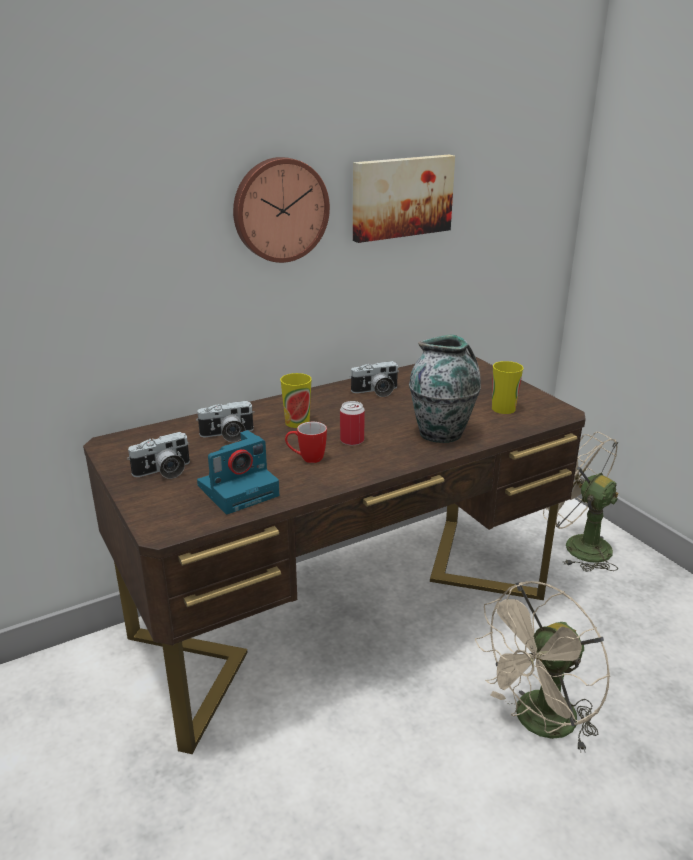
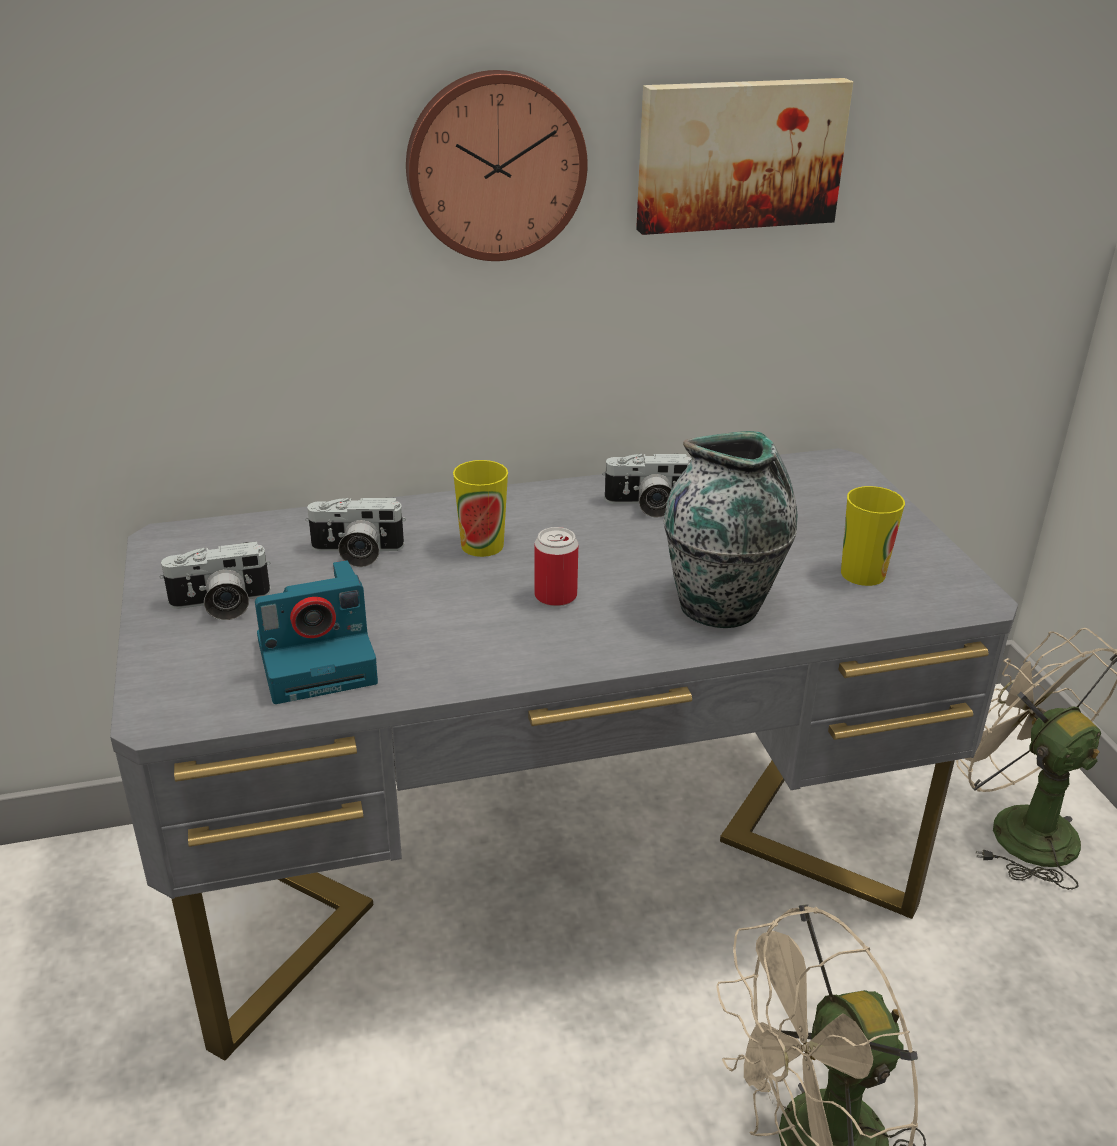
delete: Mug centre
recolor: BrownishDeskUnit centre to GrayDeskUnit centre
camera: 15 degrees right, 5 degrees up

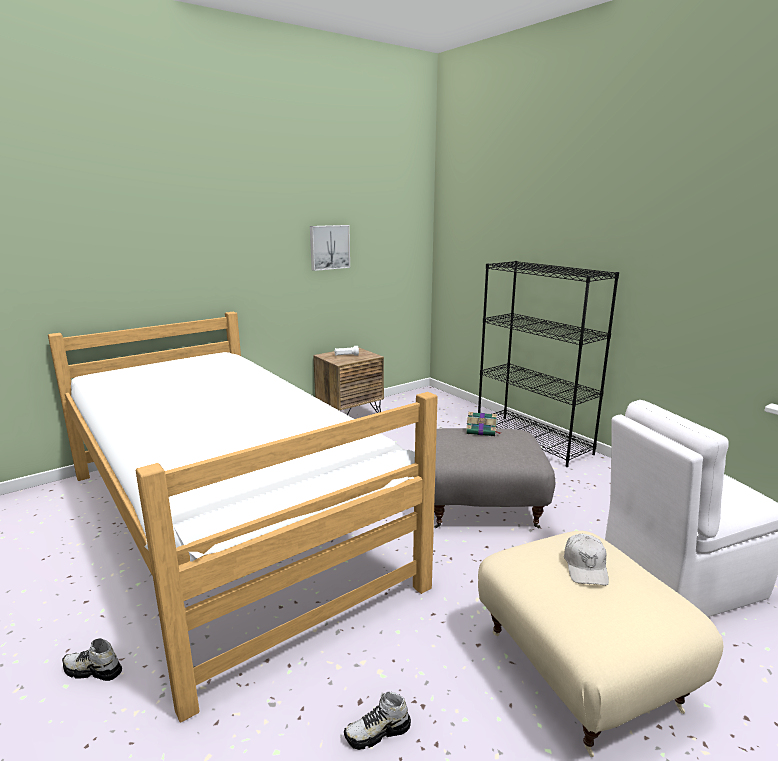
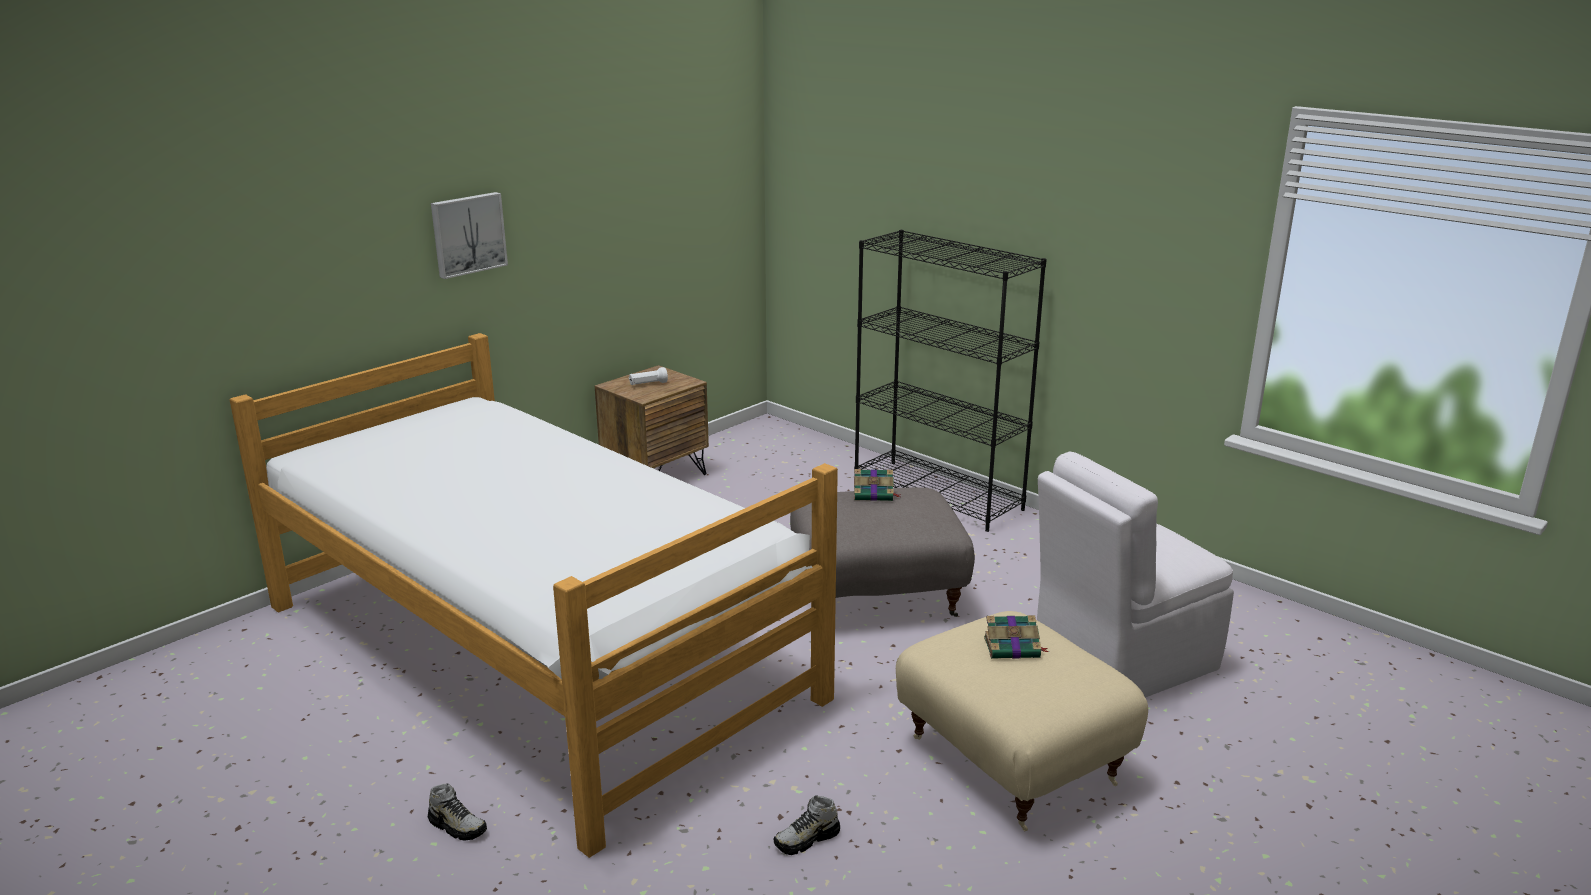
move: WallPicture top centre to top left
replace: WhiteColouredBaseballCap bottom right to Book (2nd from left) bottom centre
rotate: Shoe (1st from left) bottom left = bottom left 150 degrees counterclockwise
camera: 10 degrees left, 5 degrees up

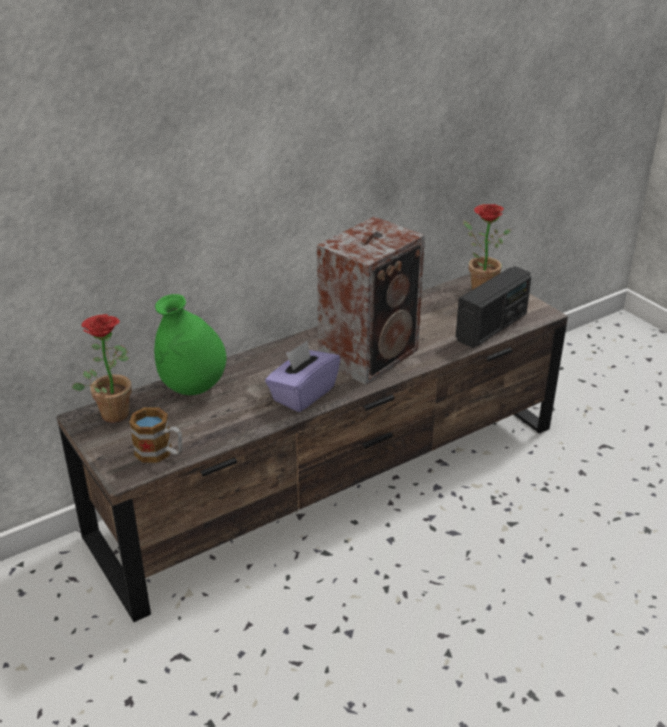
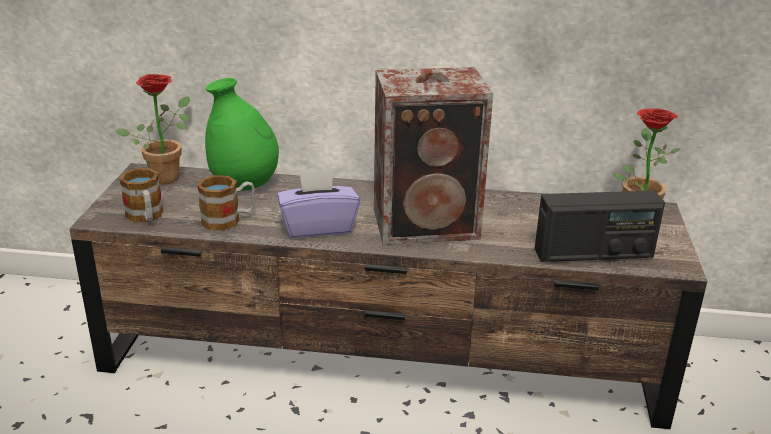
insert: Mug (2nd from left) middle left
camera: 40 degrees right, 5 degrees down

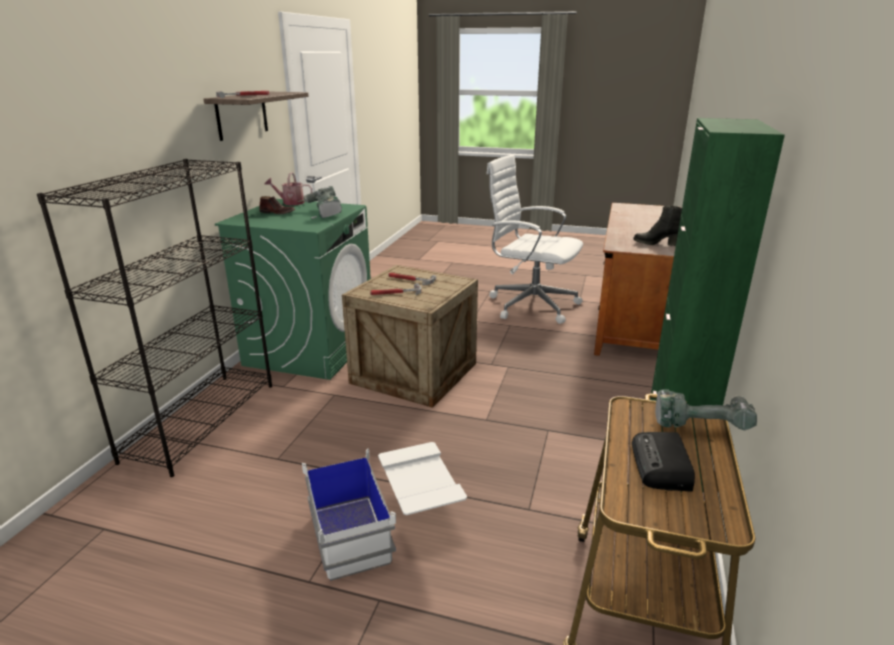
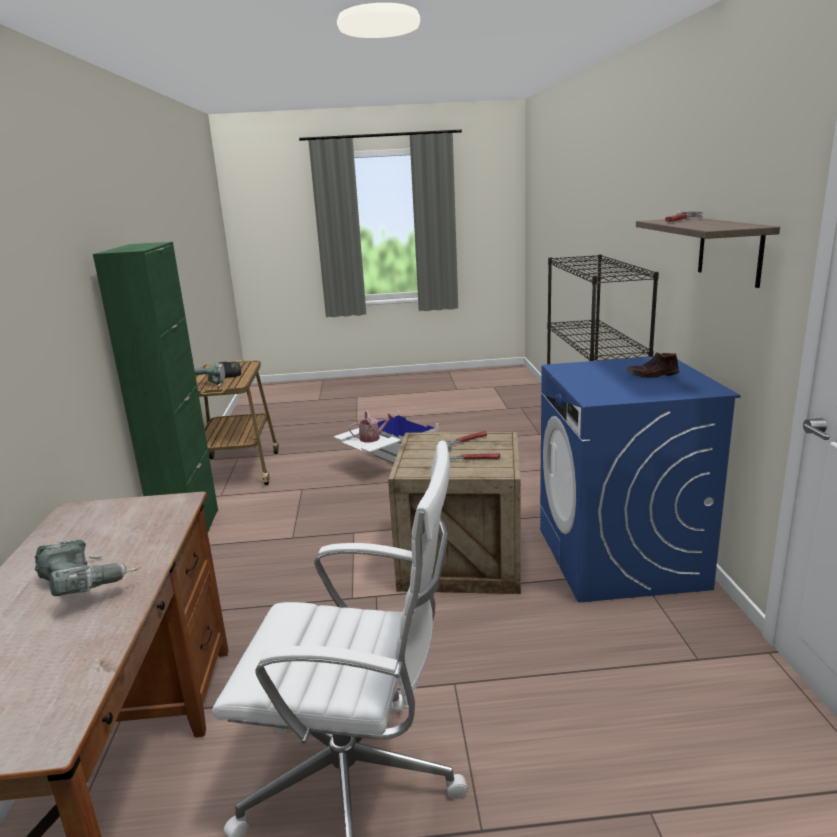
delete: BlackColouredHighTopBoot middle right
move: WateringCan top left to centre; PowerDrill (1st from left) top centre to bottom left
recolor: GreenWashingMachine middle left to BlueWashingMachine middle right
camera: 160 degrees right, 5 degrees down

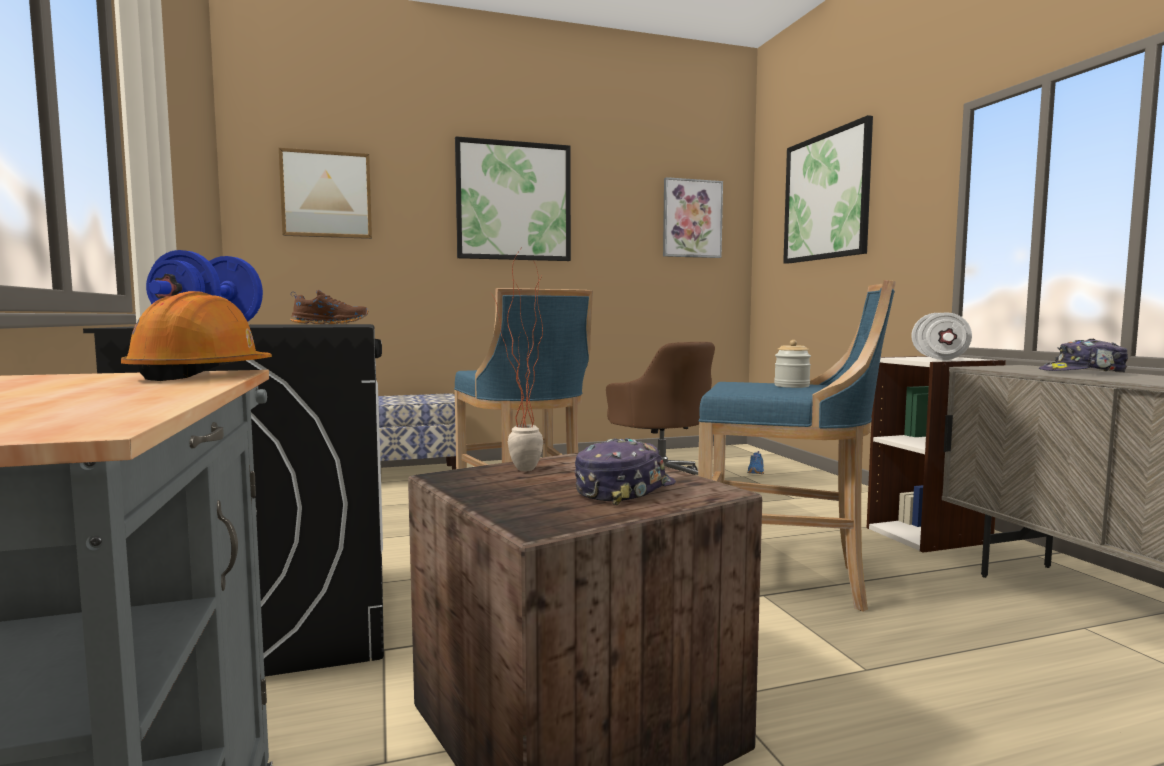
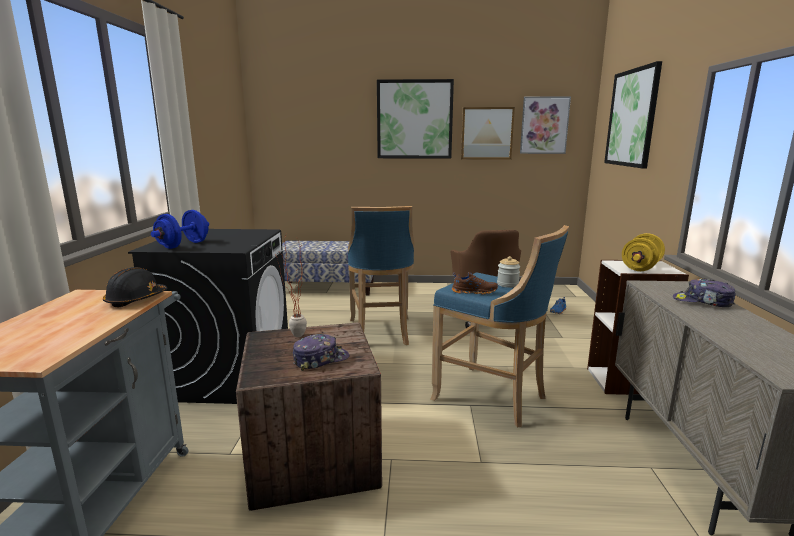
move: WallPicture (1st from left in the first image) top left to WallPicture (2nd from left) top centre; BrownishShoe middle left to centre
recolor: OrangeColouredHardHat middle left to BlackColouredHardHat middle left; WhiteColouredFreeWeight middle right to YellowishFreeWeight middle right
camera: 20 degrees right, 10 degrees up

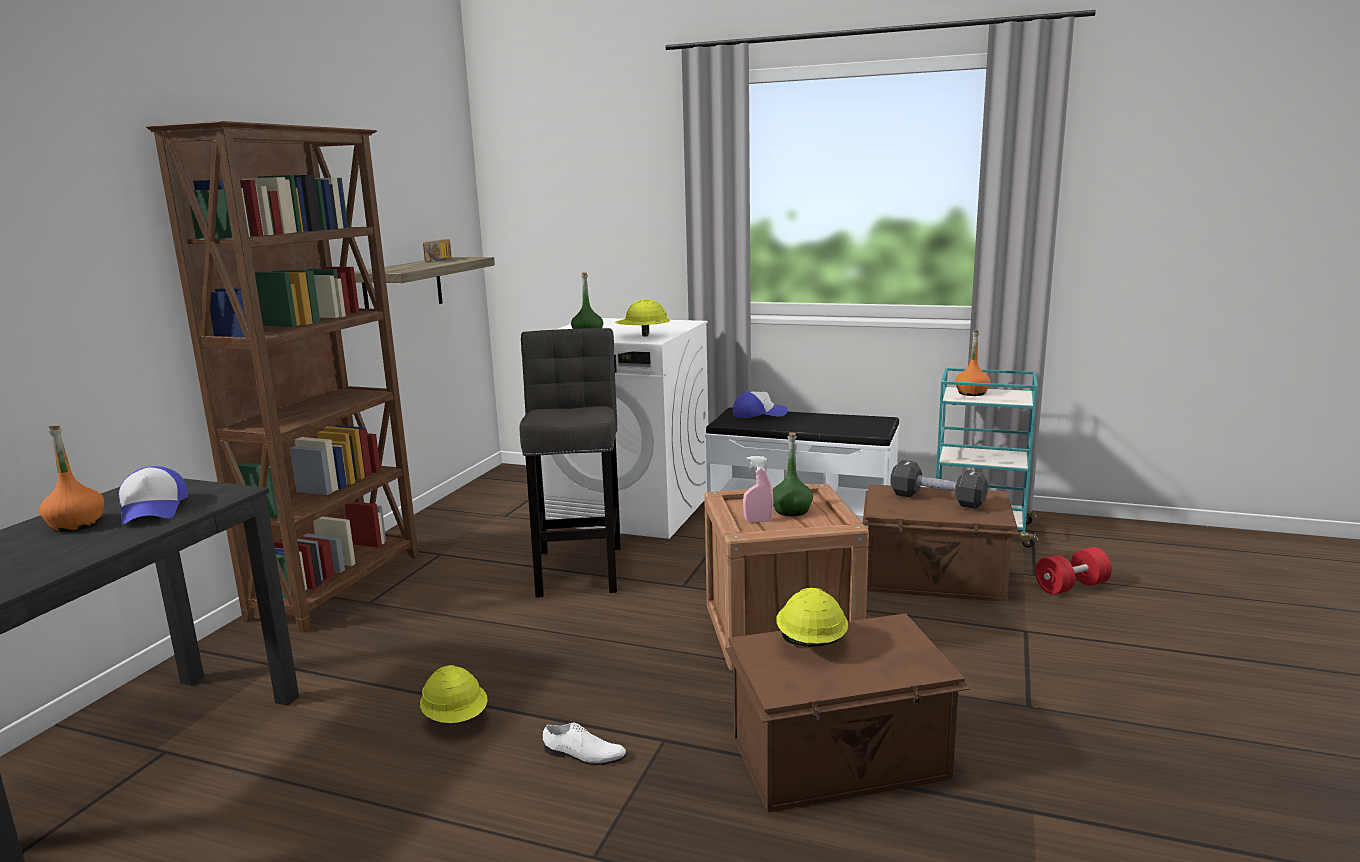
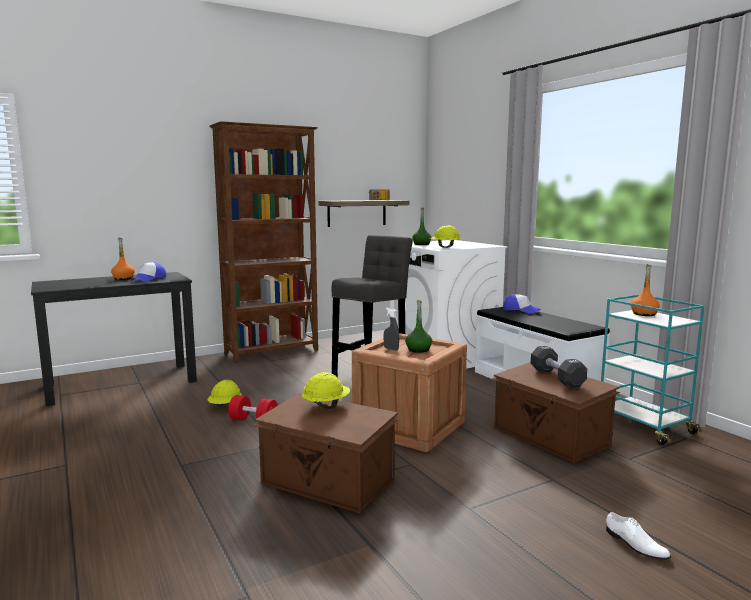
move: WhiteColouredShoe bottom centre to bottom right; RedColouredFreeWeight middle right to bottom centre
recolor: PinkishHandSprayer centre to GrayHandSprayer centre
camera: 40 degrees right, 5 degrees down

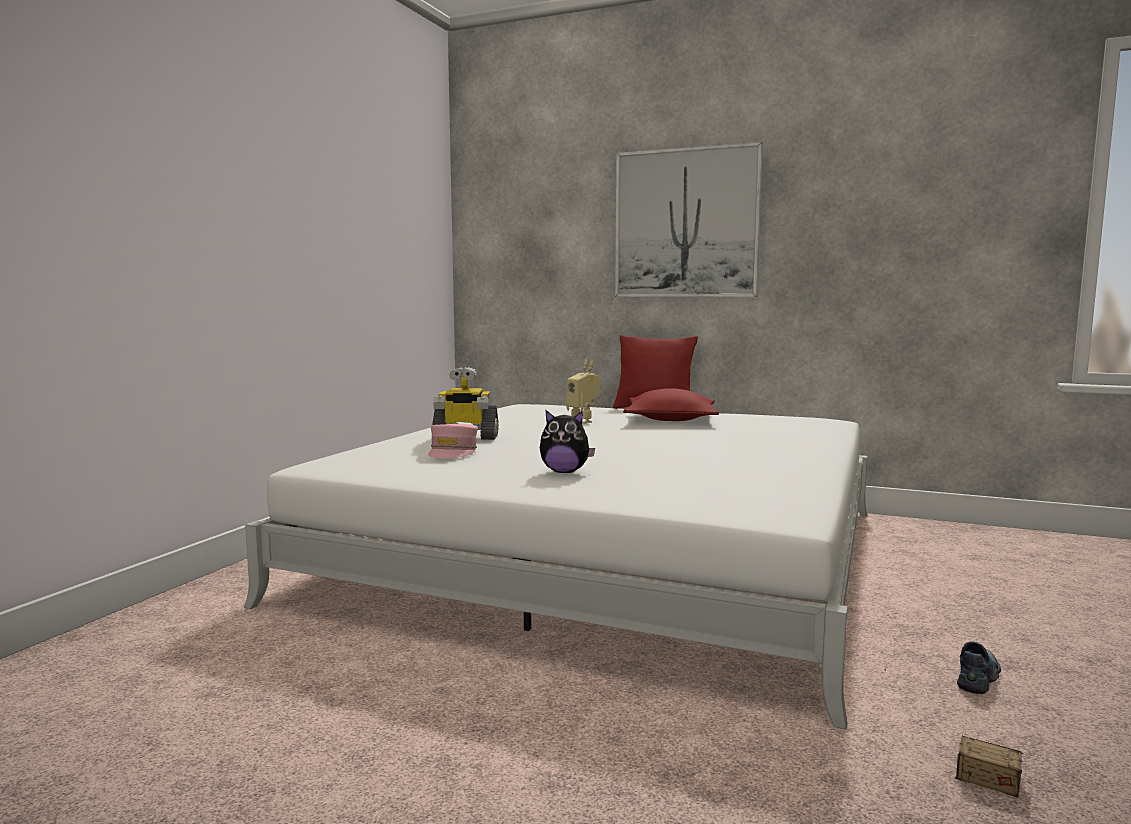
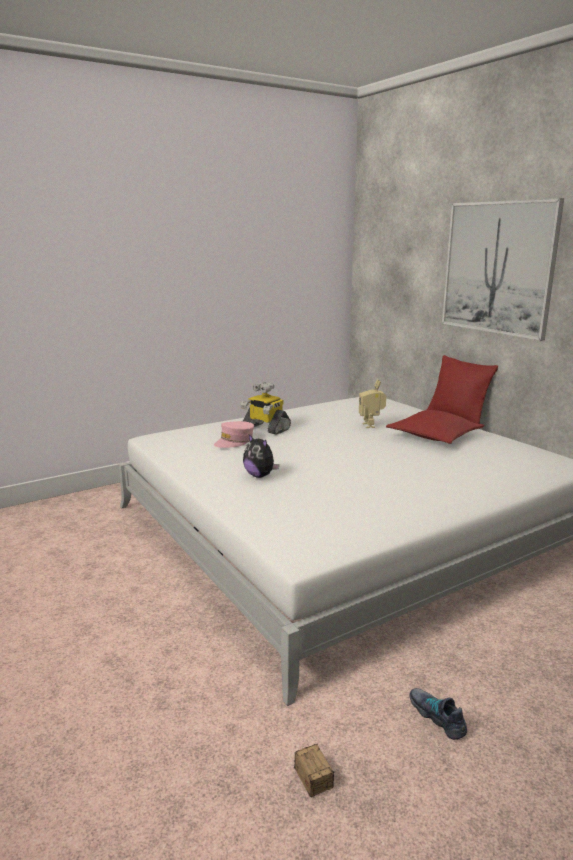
rotate: Shoe bottom right = bottom right 105 degrees counterclockwise
camera: 35 degrees right, 10 degrees up

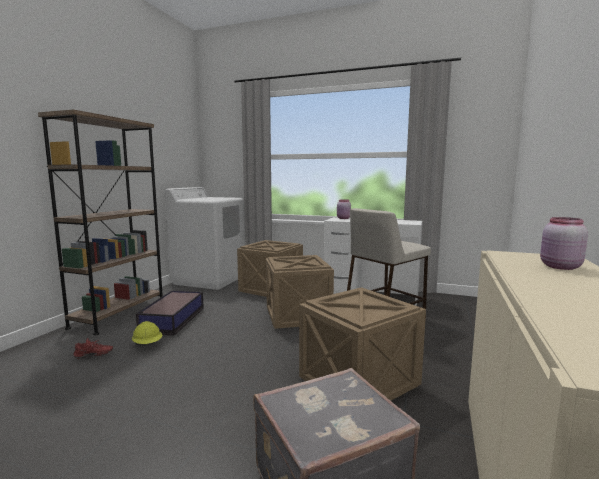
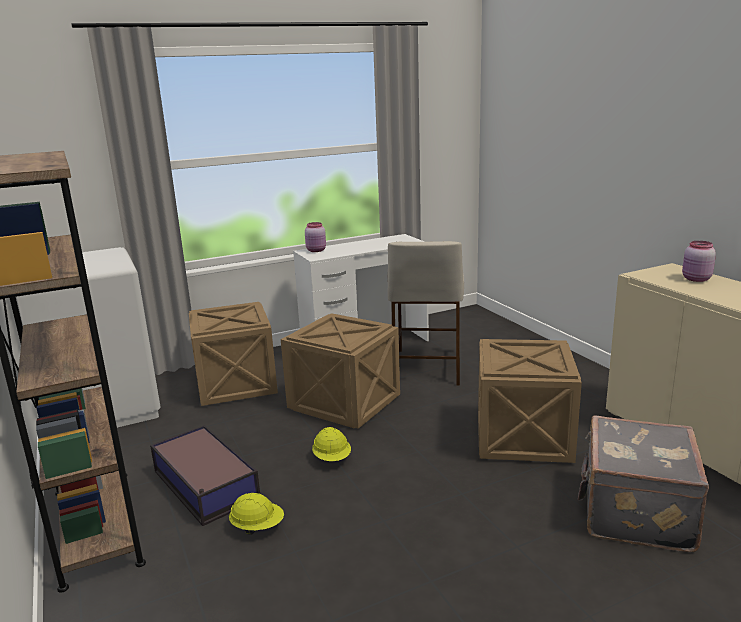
delete: RedColouredShoe bottom left
insert: YellowishHardHat (2nd from left) bottom centre
camera: 45 degrees left, 10 degrees up

